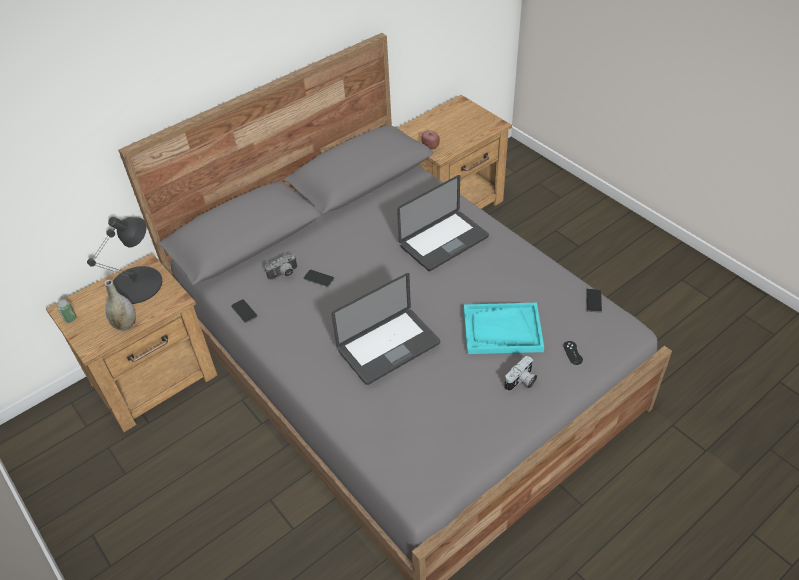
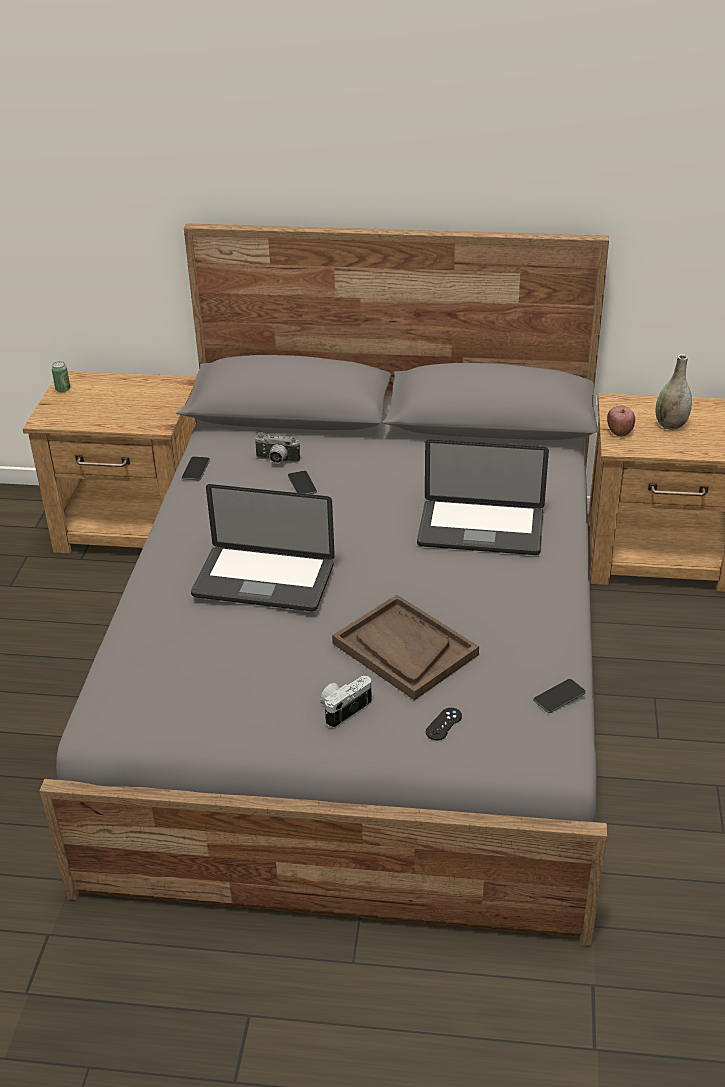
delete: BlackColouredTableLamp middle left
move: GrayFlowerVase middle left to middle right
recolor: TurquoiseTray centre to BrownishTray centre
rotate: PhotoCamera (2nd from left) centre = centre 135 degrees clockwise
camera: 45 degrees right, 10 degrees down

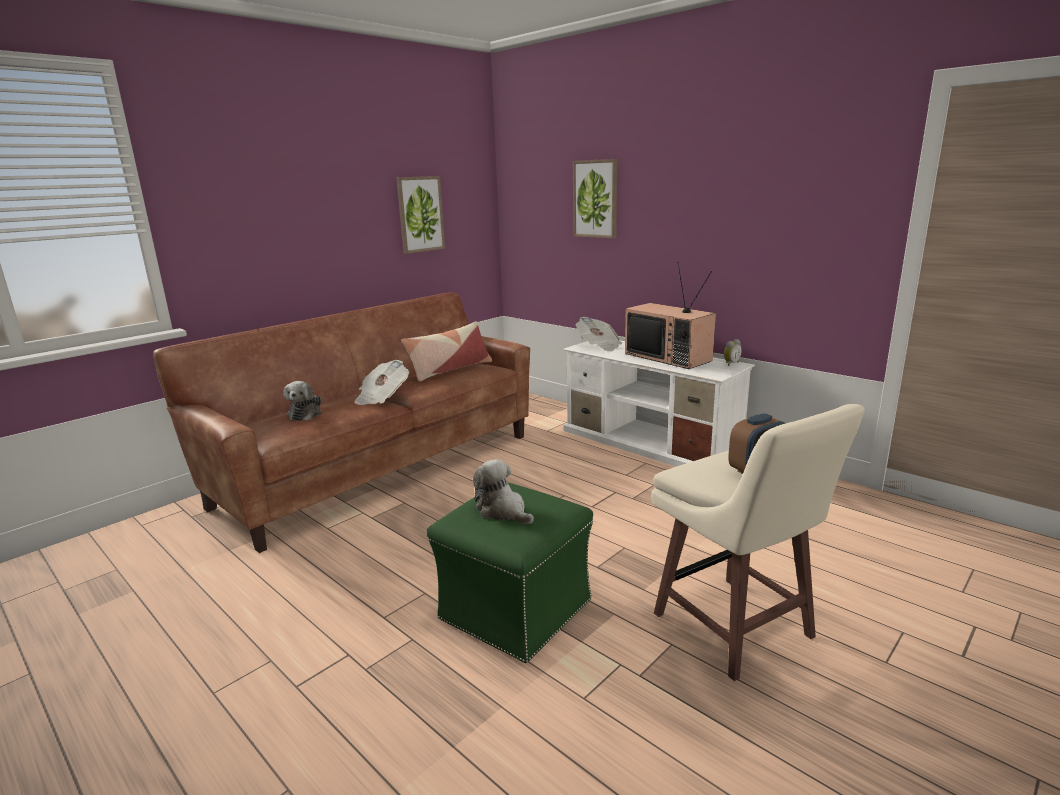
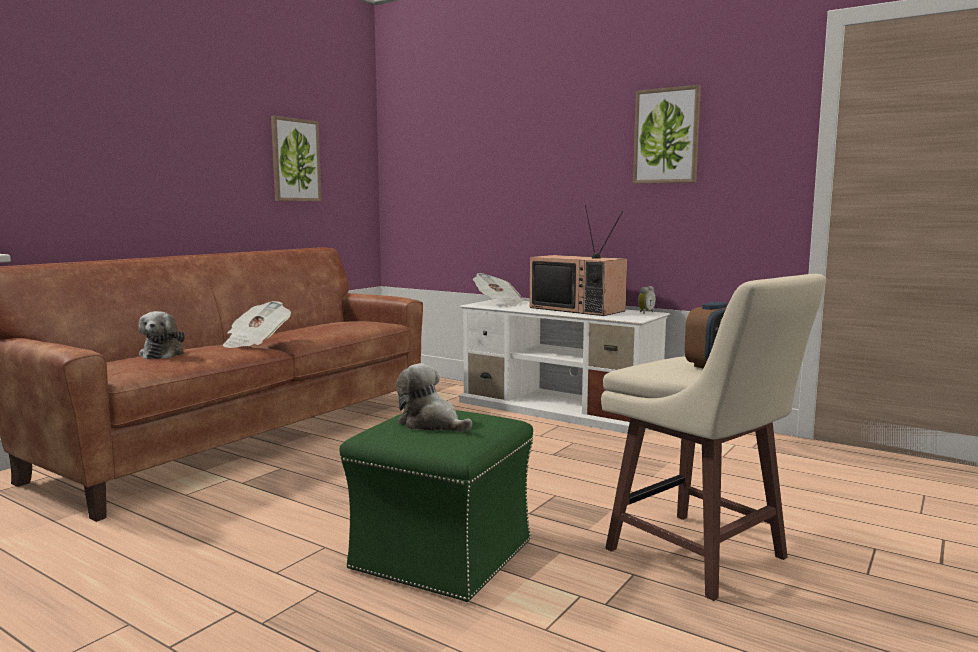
delete: Pillow centre
move: WallPicture (2nd from left) top centre to top right
camera: 10 degrees left, 10 degrees down

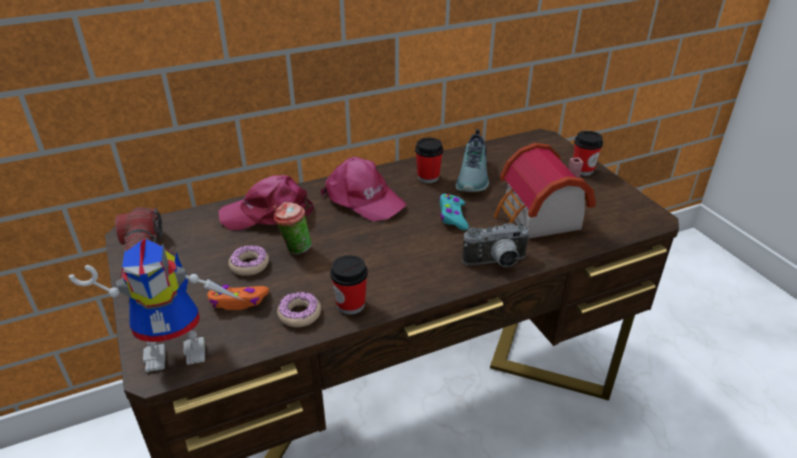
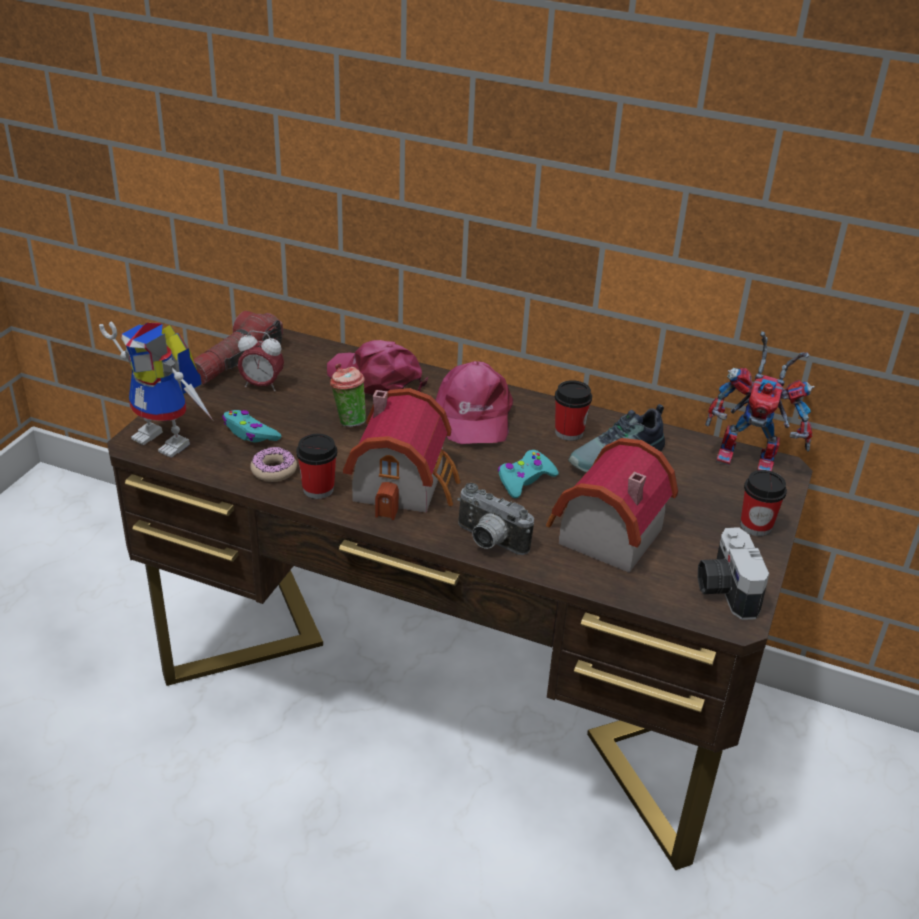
delete: Donut (1st from left) middle left
insert: TableClock middle left; MiniatureHouse (1st from left) centre; PhotoCamera (2nd from left) middle right; RobotFigure (2nd from left) middle right
recolor: OrangeColouredGamepad middle left to TurquoiseGamepad (1st from left) middle left
camera: 45 degrees right, 0 degrees up

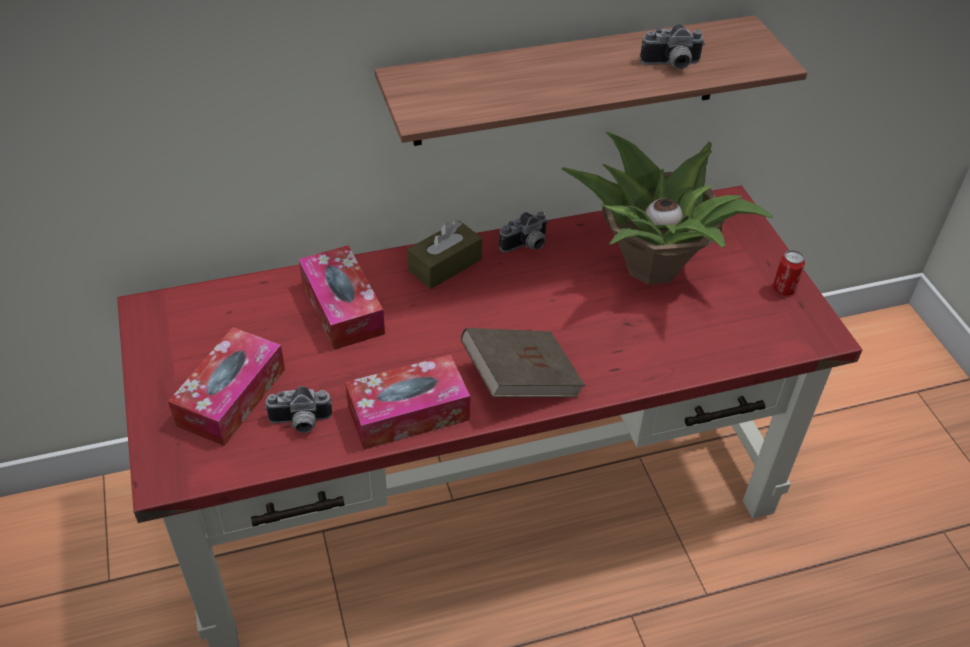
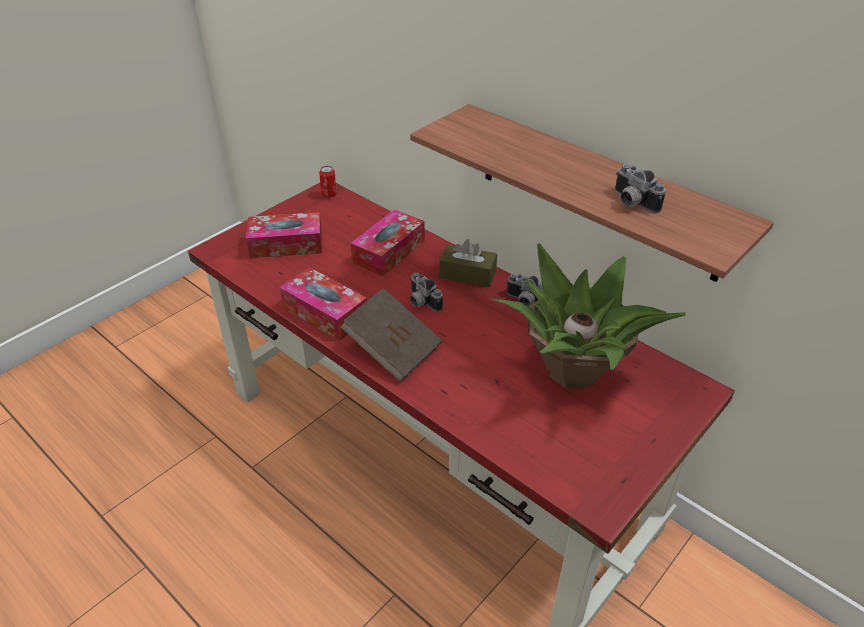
move: PhotoCamera (1st from left) middle left to centre; Can middle right to top centre
camera: 60 degrees right, 5 degrees down

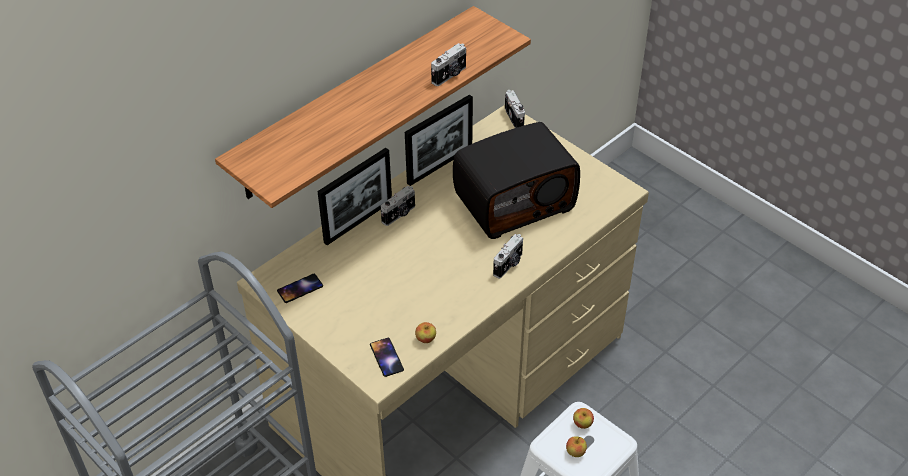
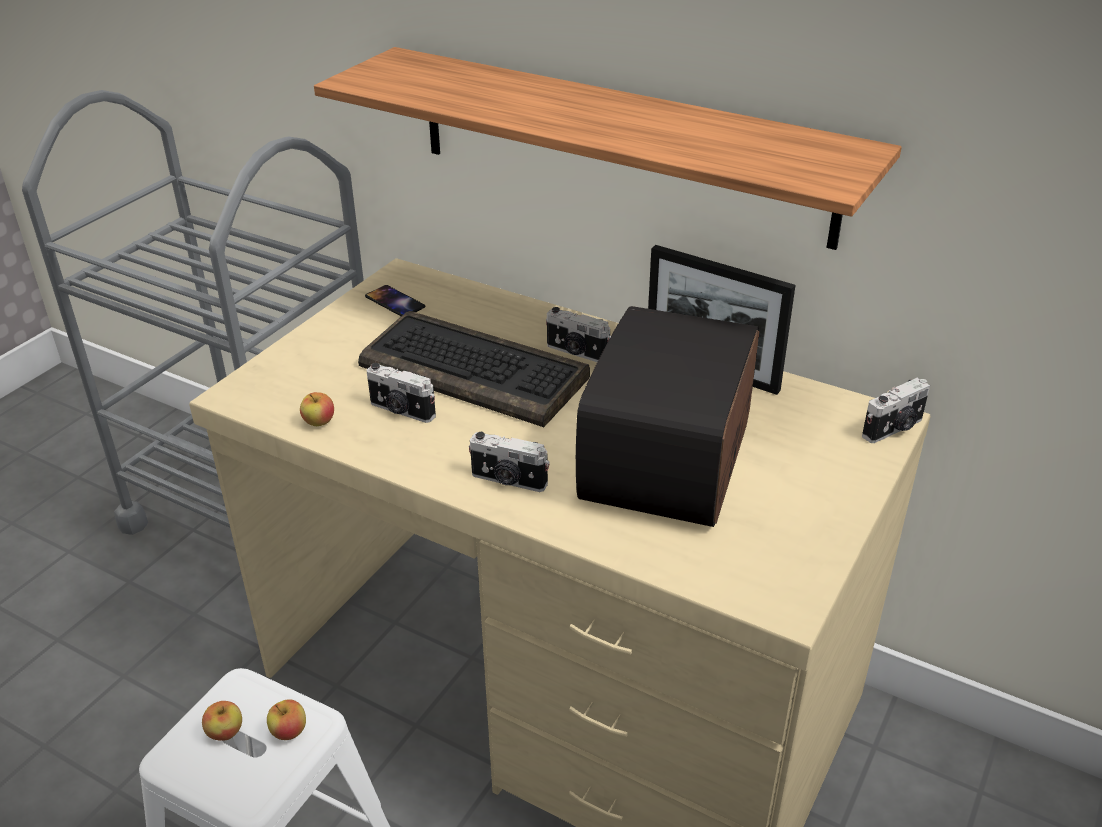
delete: PictureFrame (1st from left) centre; Phone (2nd from left) bottom centre
insert: Keyboard centre
move: PhotoCamera (2nd from left in the first image) top centre to PhotoCamera (1st from left) centre
rotate: RadioReceiver centre = centre 60 degrees clockwise
camera: 75 degrees right, 10 degrees down

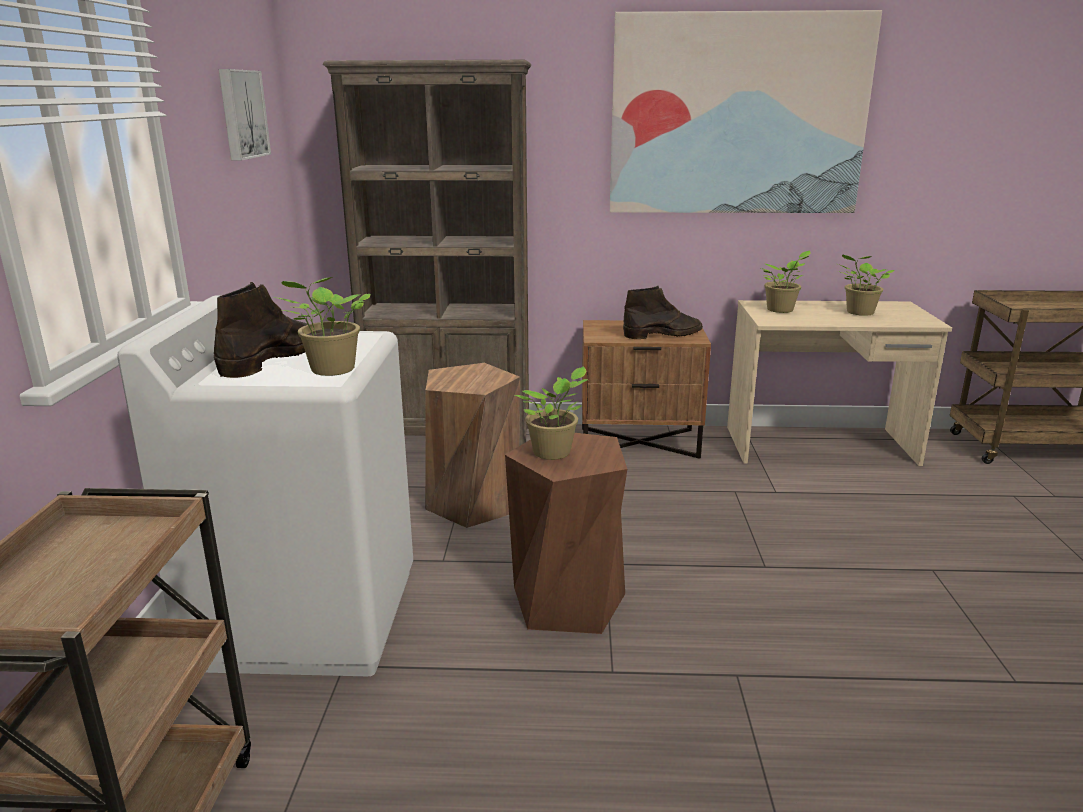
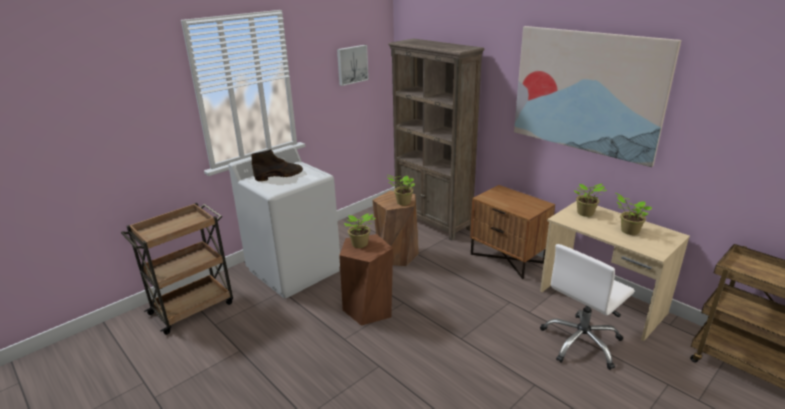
delete: BrownishHighTopBoot (2nd from left) centre
insert: WhiteColouredComputerChair bottom right
move: PottedPlant (1st from left in the first image) middle left to PottedPlant (2nd from left) centre
camera: 45 degrees right, 5 degrees up

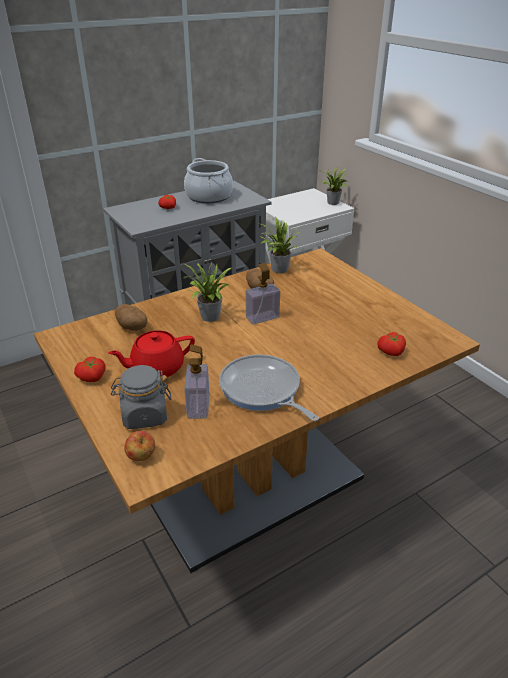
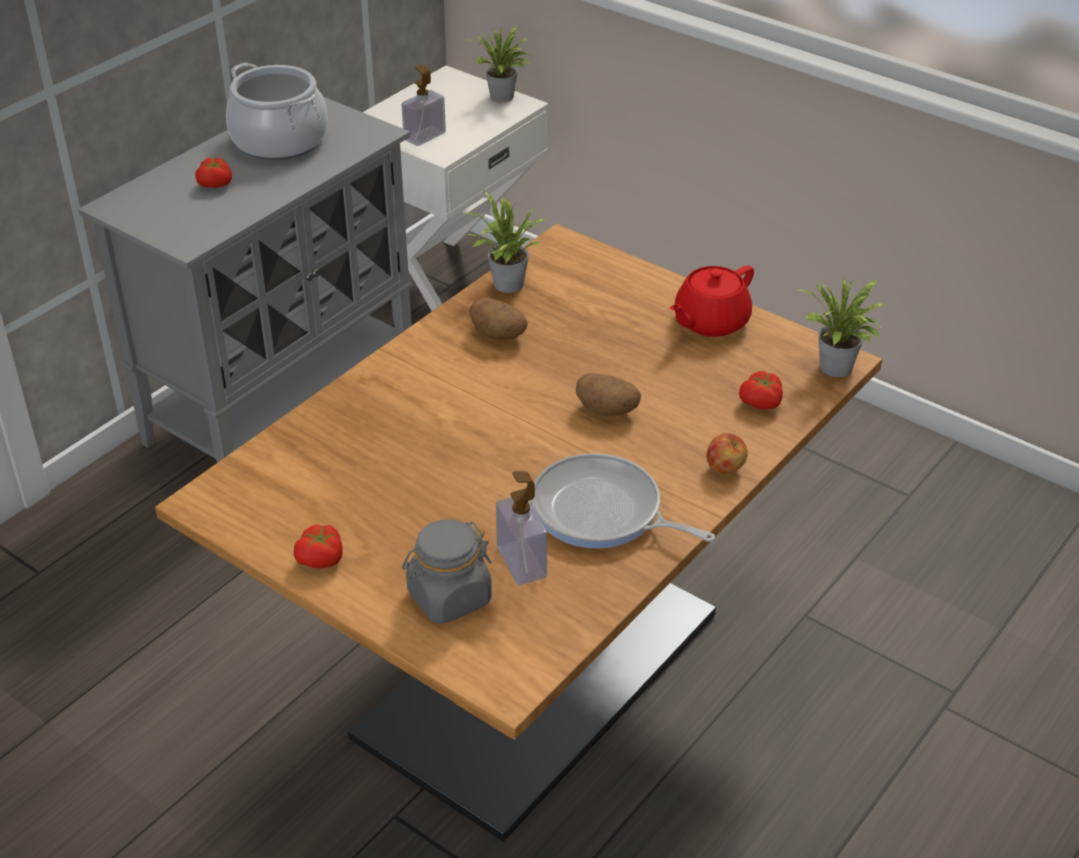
move: RedColouredTeaPot middle left to centre; Potato (1st from left in the first image) middle left to Potato (2nd from left) centre; AppleFruit middle left to middle right; PottedPlant (1st from left in the first image) centre to PottedPlant (3rd from left) middle right; SoapBottle (2nd from left in the first image) centre to SoapBottle (1st from left) top centre
camera: 20 degrees left, 5 degrees up

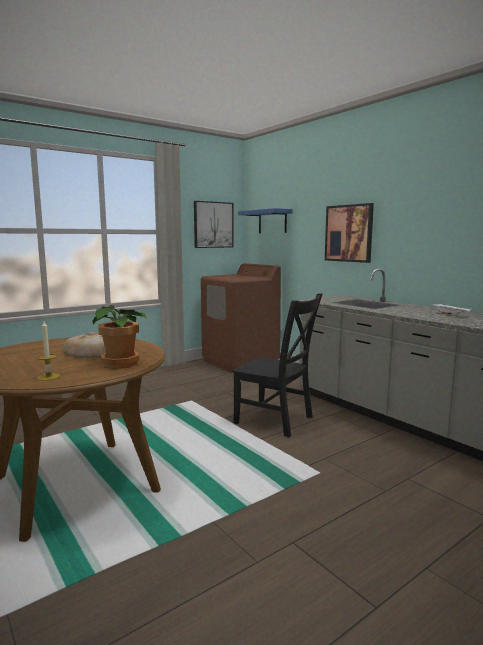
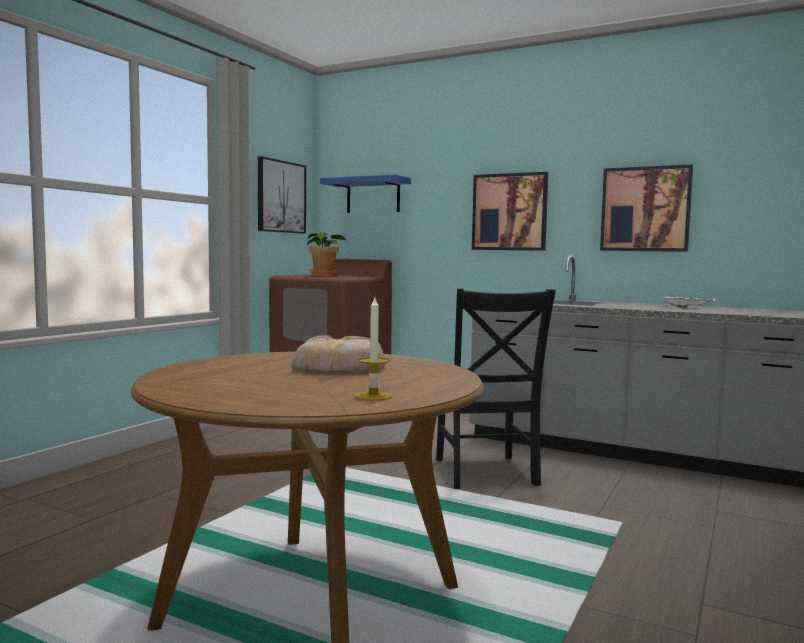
insert: WallPicture (3rd from left) top right
move: PottedPlant middle left to centre
rotate: BlackColouredPlainChair centre = centre 75 degrees clockwise
camera: 25 degrees left, 5 degrees down

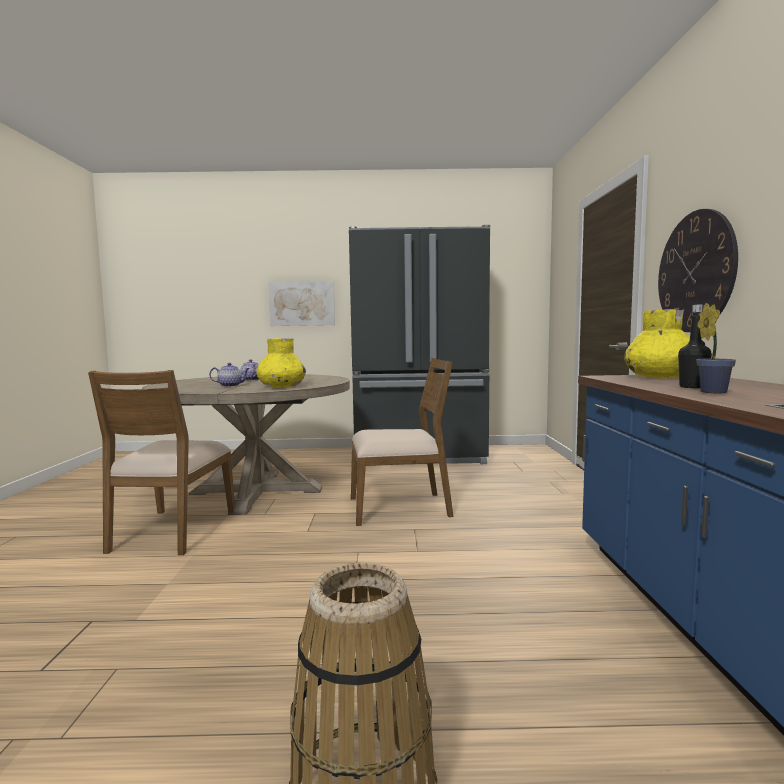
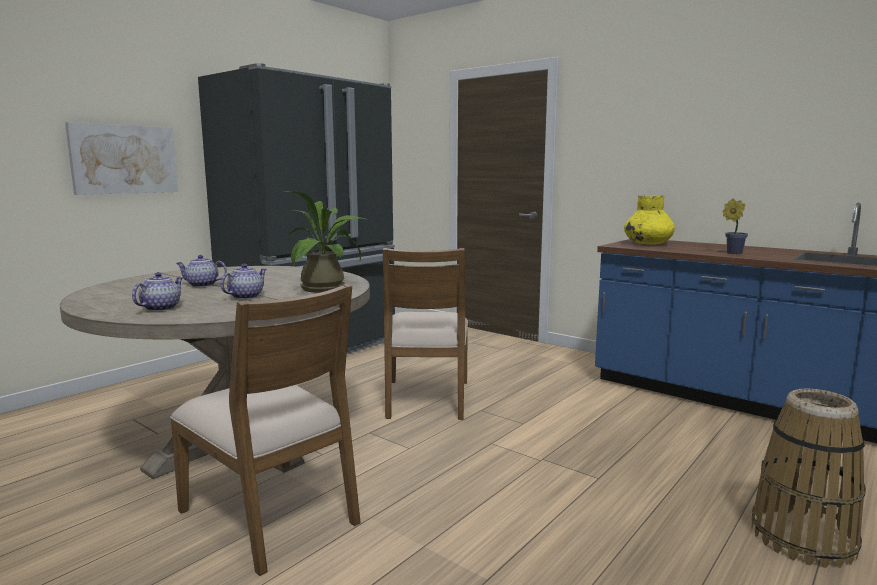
delete: WallClock middle right; BlackColouredBeverageBottle middle right
insert: TeaPot (1st from left) middle left
replace: YellowishFlowerVase (1st from left) centre to PottedPlant (1st from left) centre
rotate: BrownishPlainChair (2nd from left) centre = centre 150 degrees clockwise
camera: 50 degrees left, 5 degrees up

